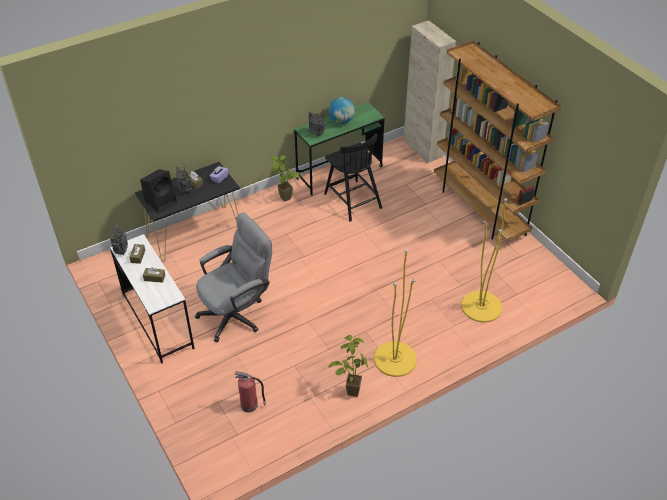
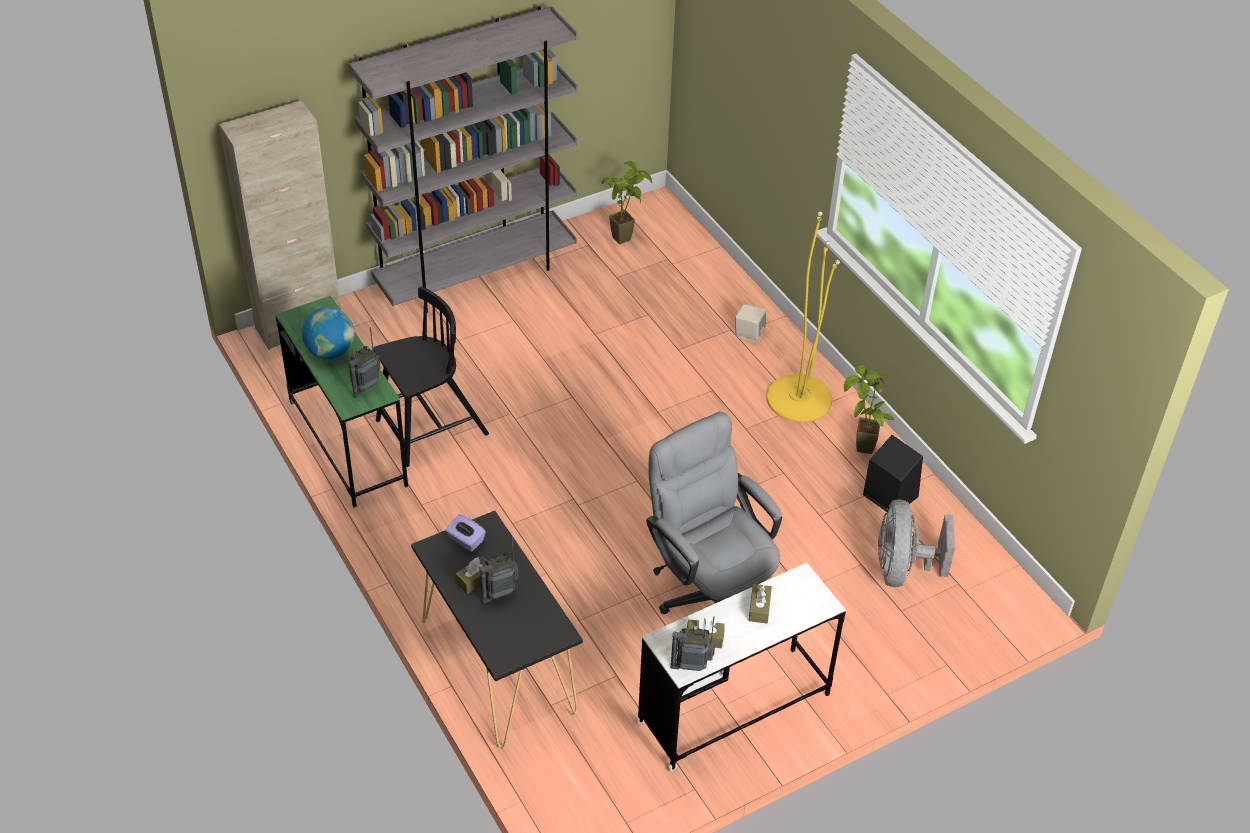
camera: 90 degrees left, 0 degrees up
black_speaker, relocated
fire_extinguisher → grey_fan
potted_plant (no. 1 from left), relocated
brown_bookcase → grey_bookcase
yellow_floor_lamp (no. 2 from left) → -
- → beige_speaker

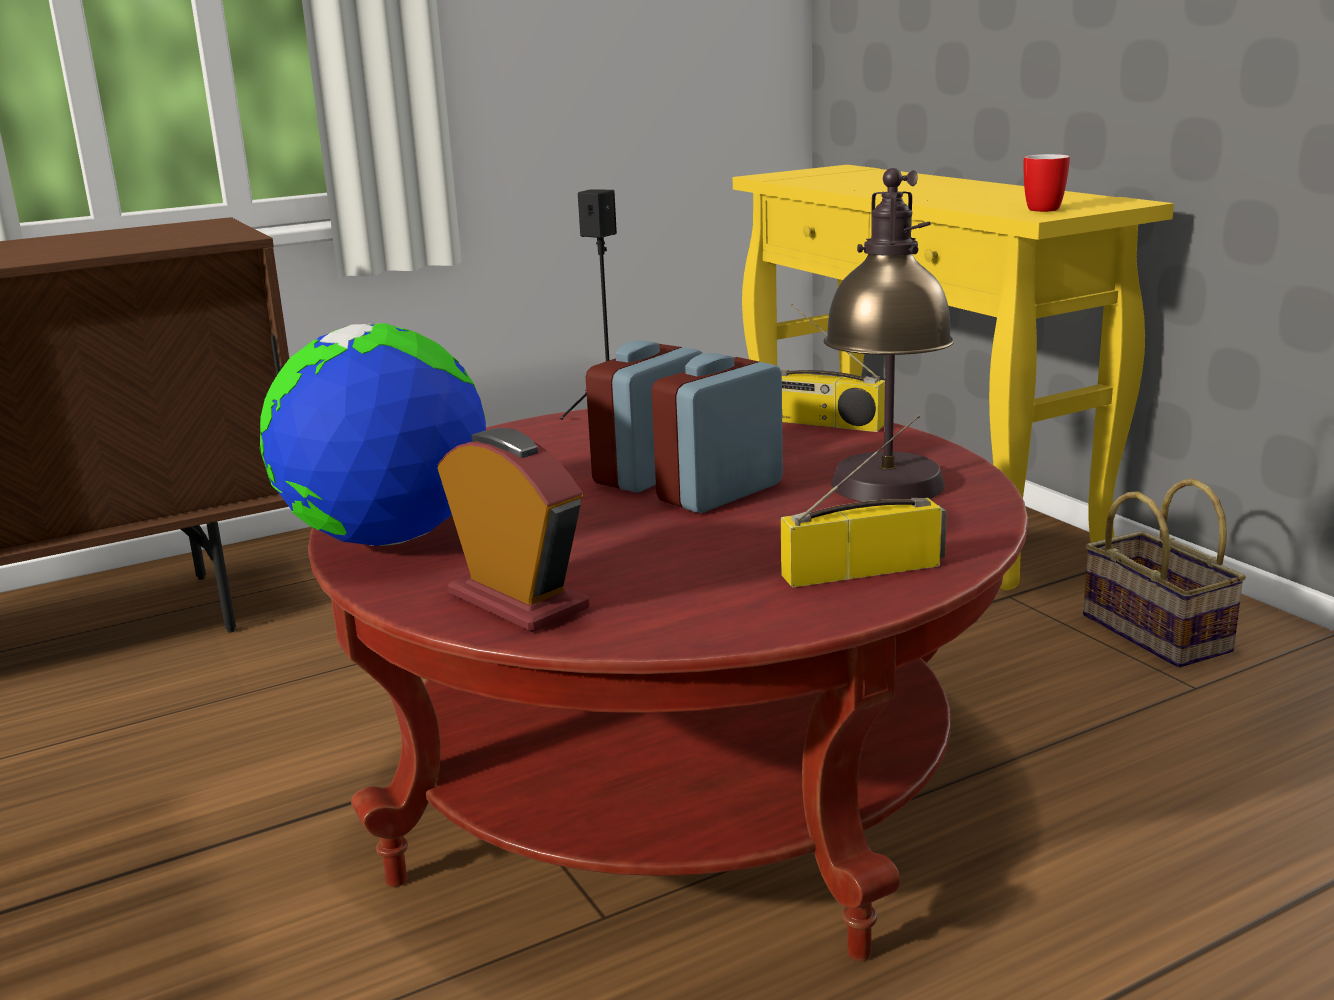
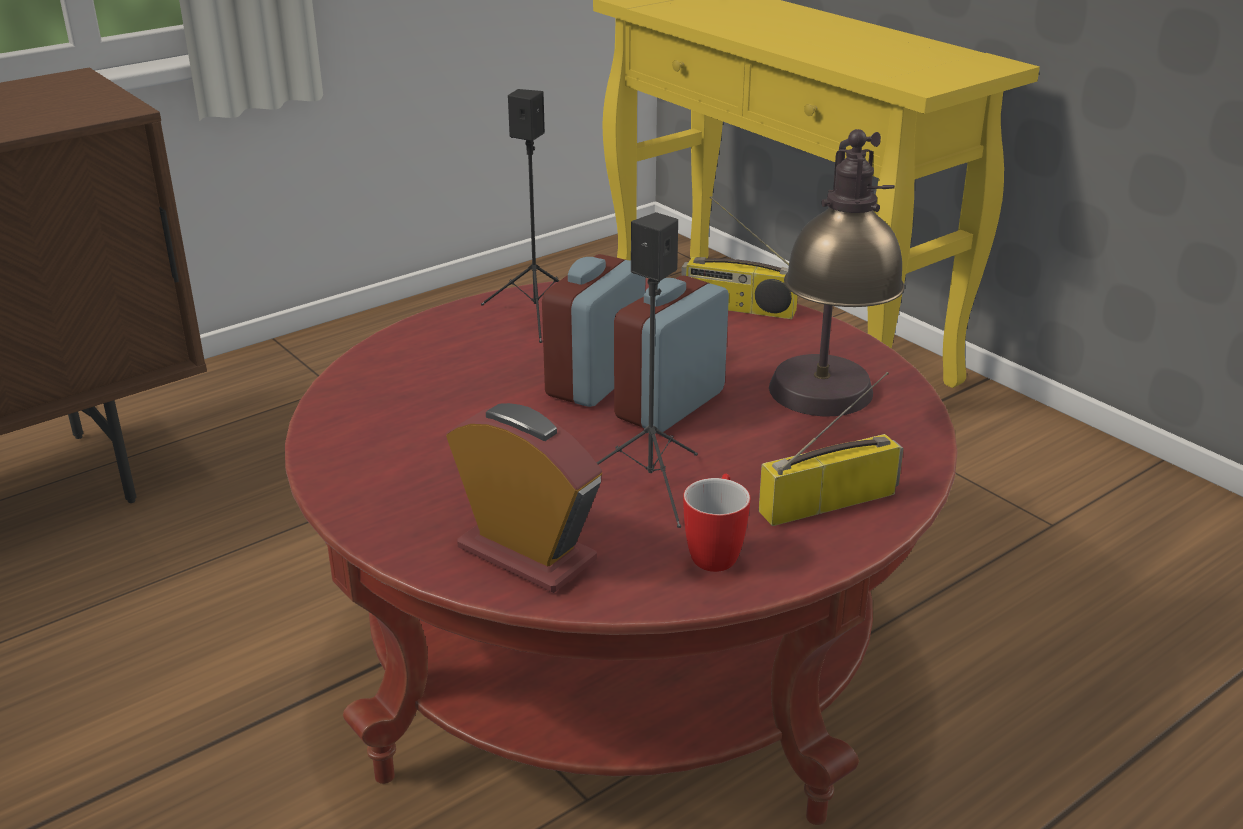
camera: 10 degrees left, 10 degrees up
globe → -
mug, relocated
basket → -
- → black_speaker (no. 2 from left)

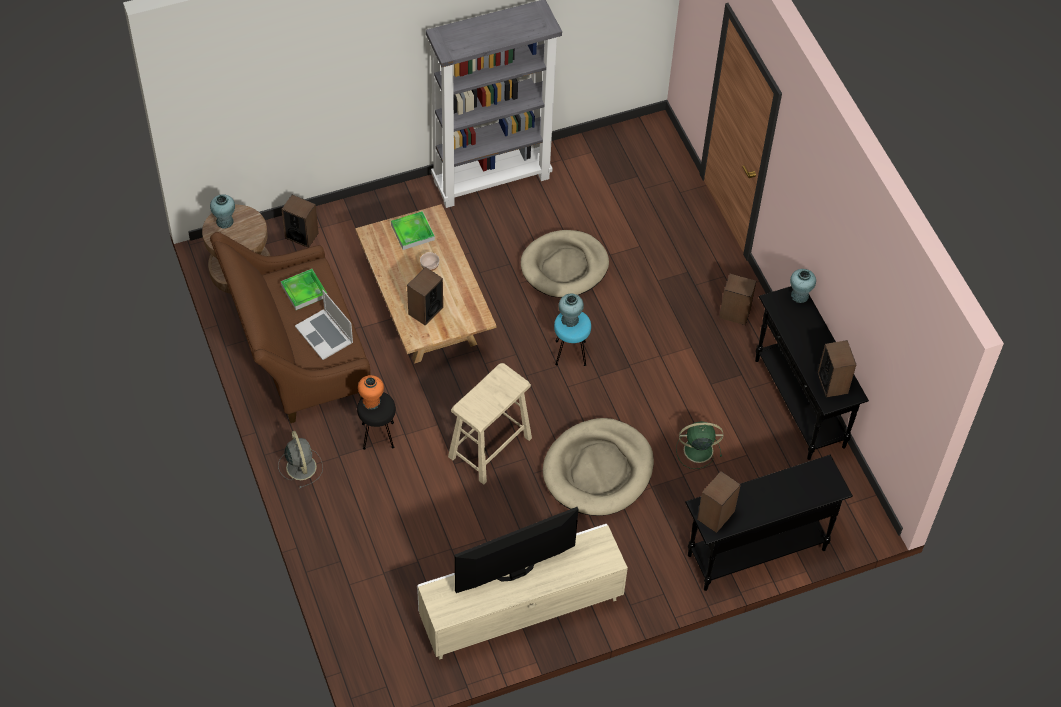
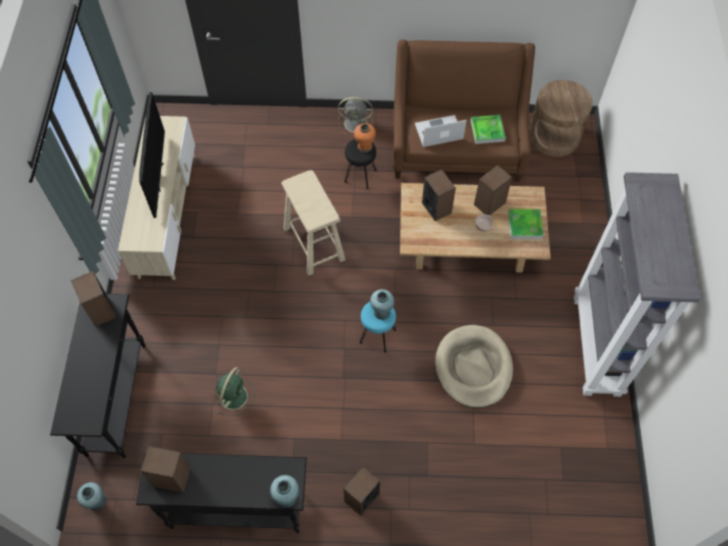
camera: 115 degrees right, 5 degrees up
turquoise_vase (no. 1 from left), relocated
speaker (no. 1 from left in the first image) → speaker (no. 5 from left), relocated
beige_dog_bed (no. 2 from left) → -

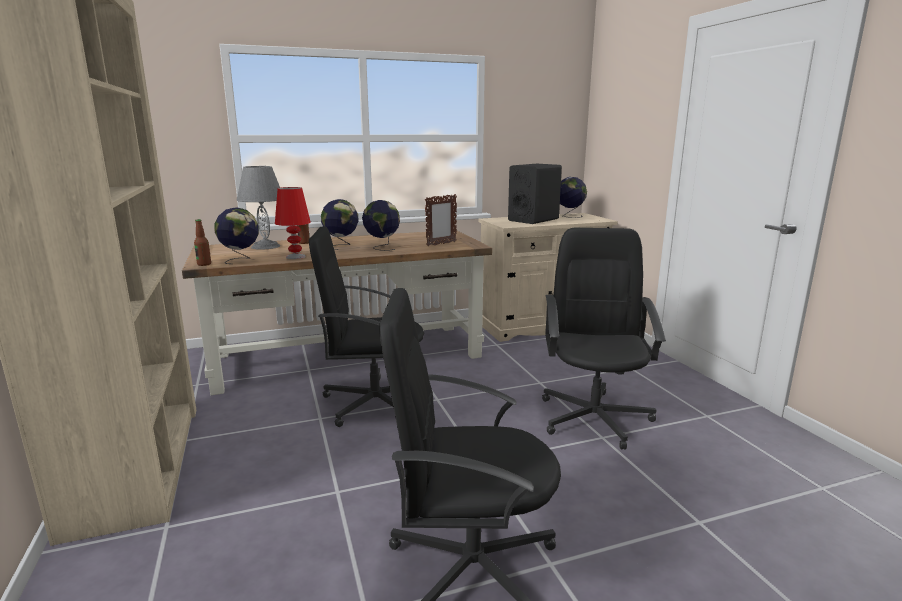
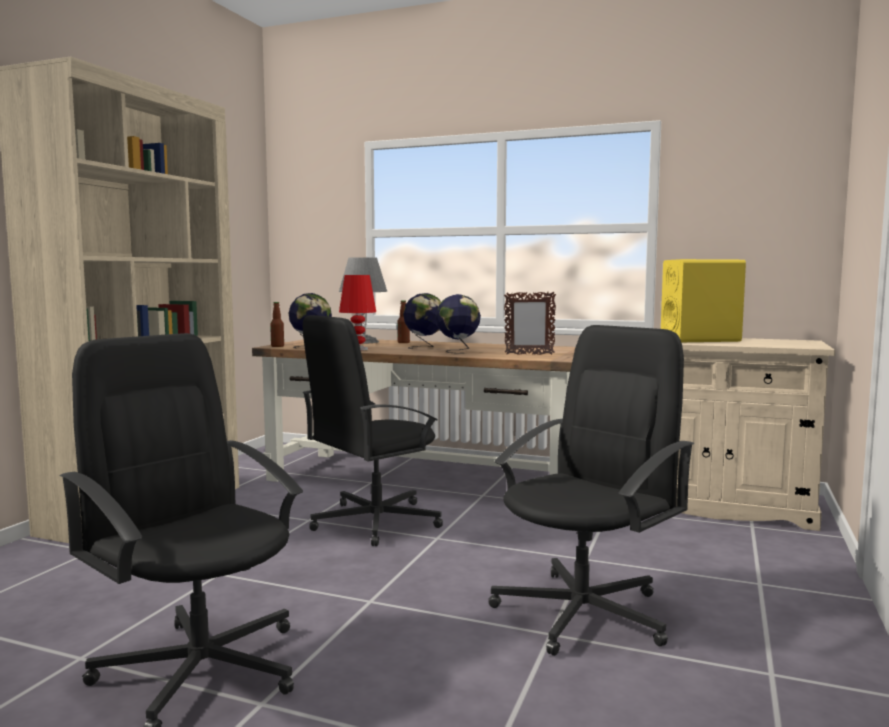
camera: 40 degrees right, 10 degrees down
black_office_chair (no. 1 from left in the first image) → black_office_chair (no. 2 from left), 75 degrees counterclockwise
black_speaker → yellow_speaker
globe (no. 4 from left) → -

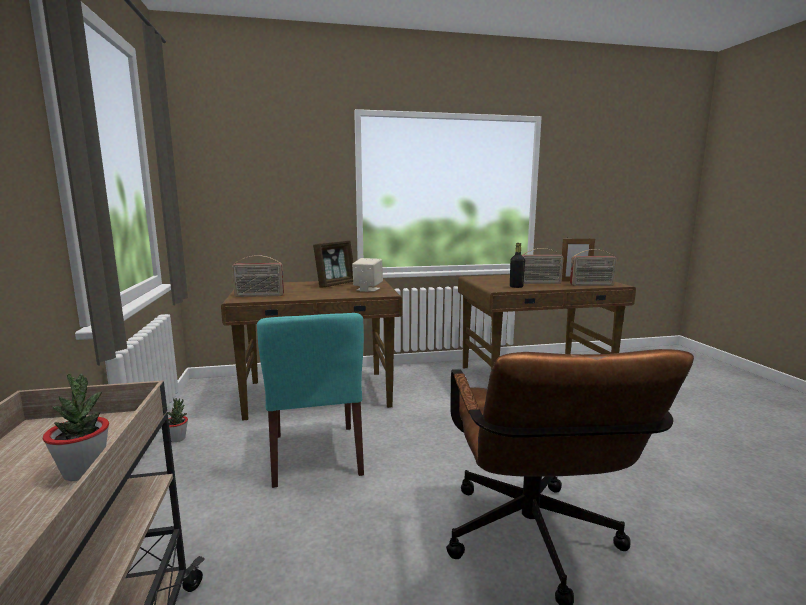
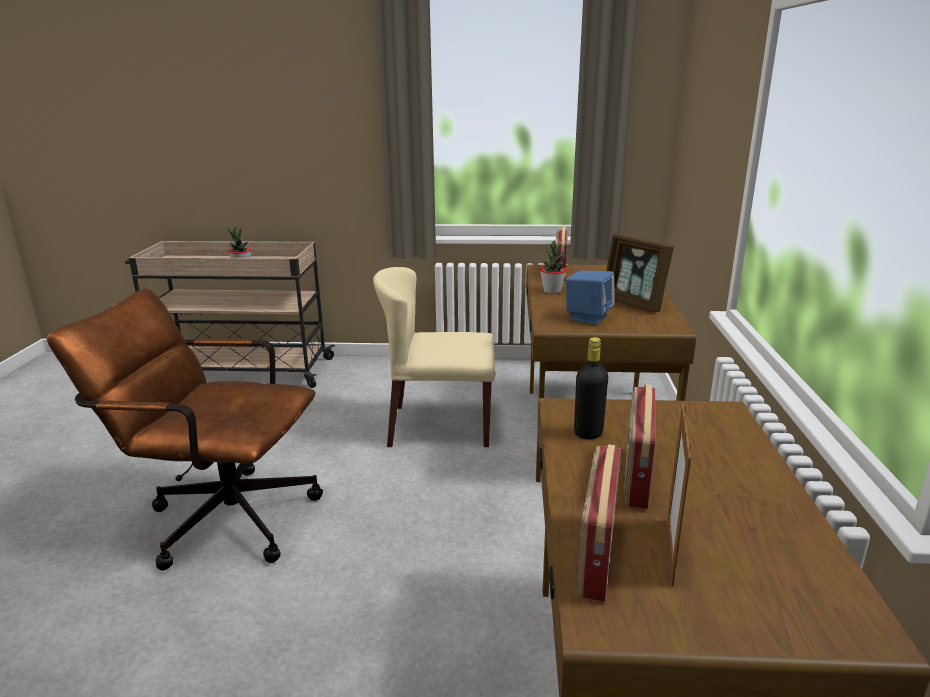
camera: 105 degrees right, 10 degrees up
potted_plant (no. 2 from left), relocated
turquoise_chair → beige_chair
beige_speaker → blue_speaker

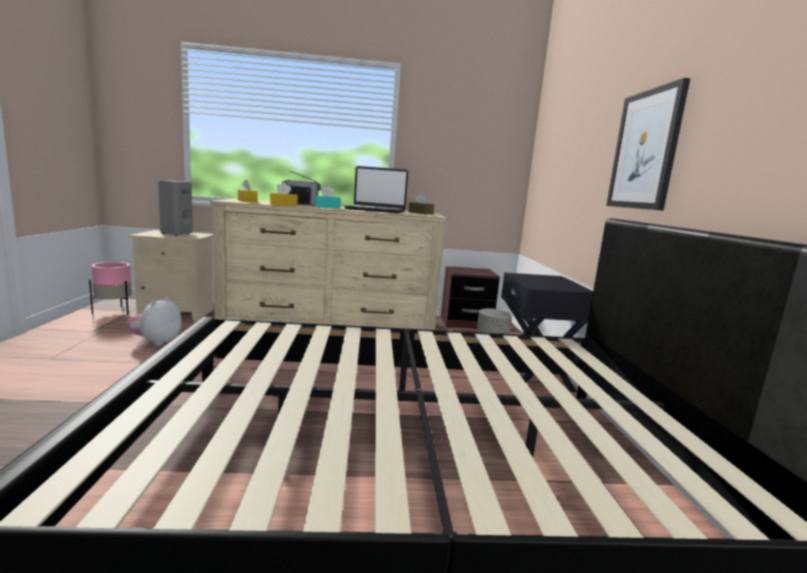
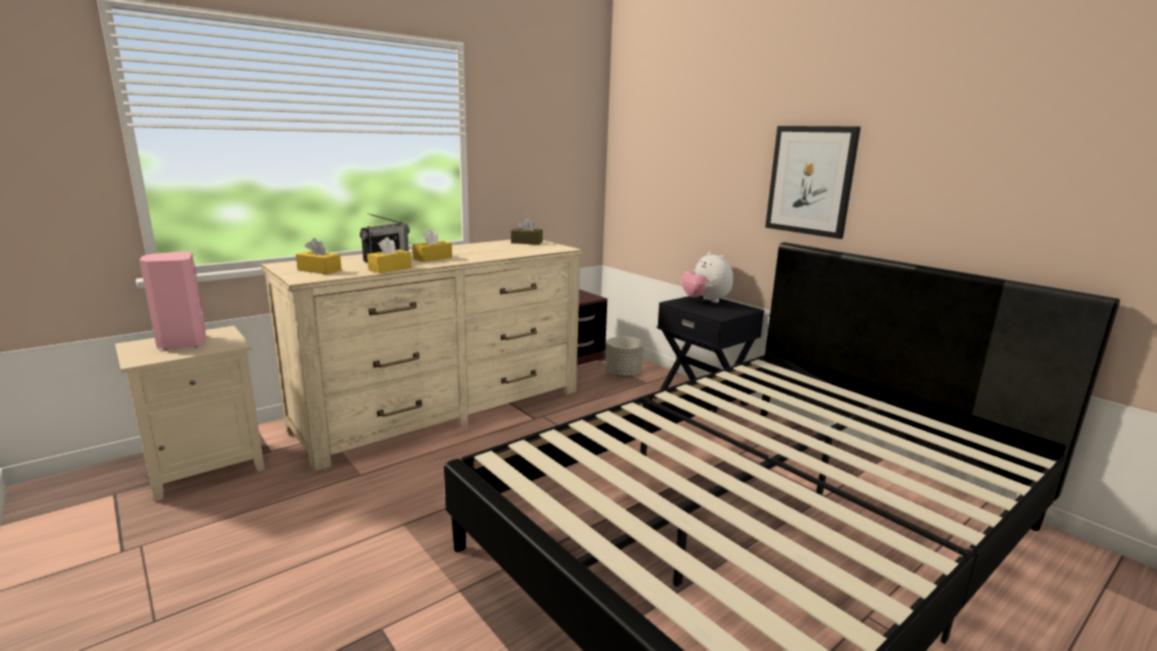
camera: 35 degrees left, 5 degrees up
pink_planter → -
plush_toy, relocated
grey_speaker → pink_speaker
turquoise_tissue_box → yellow_tissue_box (no. 3 from left)
laptop → -

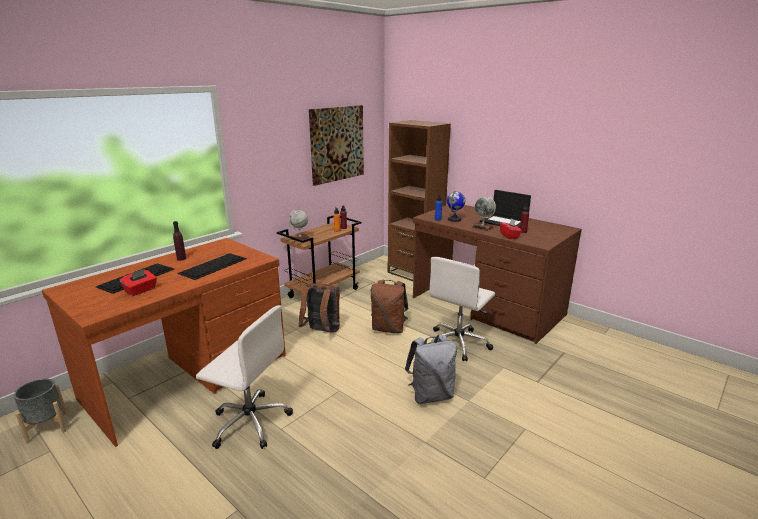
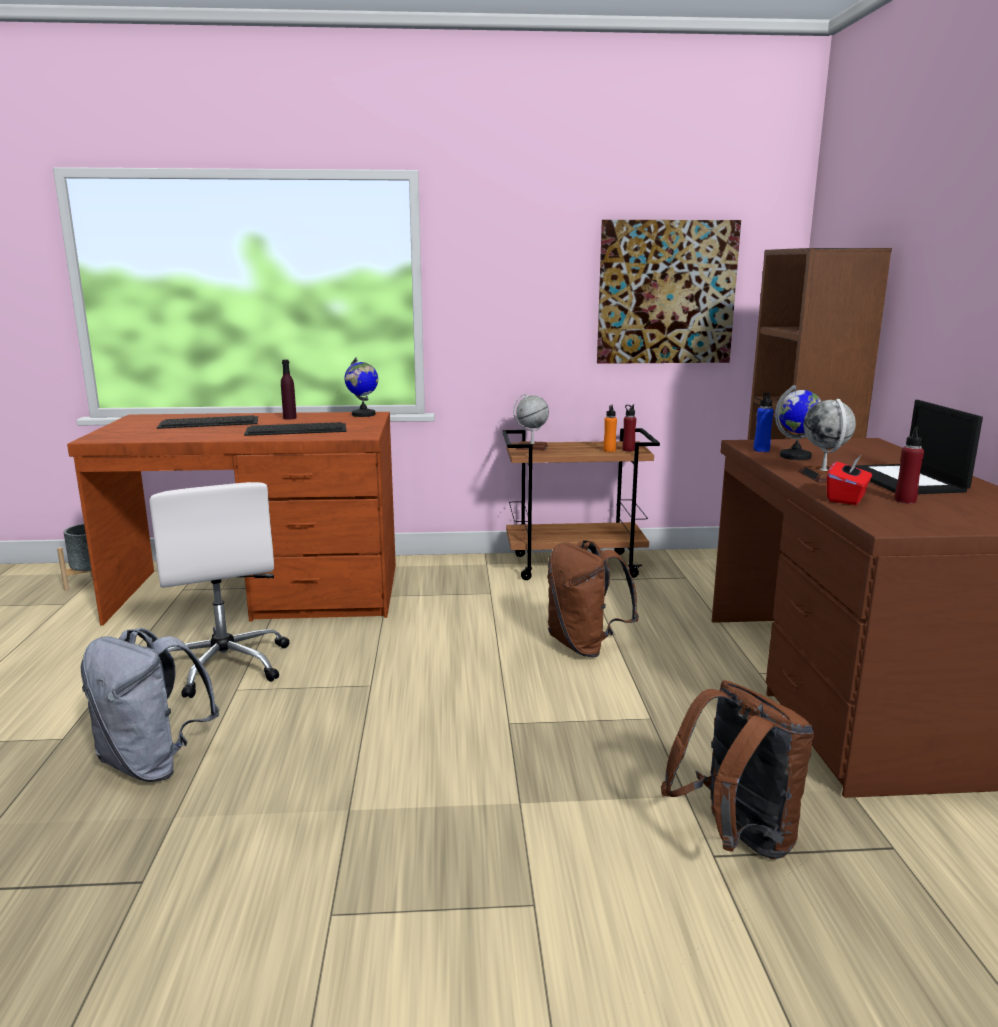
camera: 45 degrees right, 5 degrees down
red_tissue_box (no. 1 from left) → -
brown_backpack (no. 1 from left in the first image) → brown_backpack (no. 2 from left), relocated
grey_backpack, relocated
white_office_chair (no. 2 from left) → -
- → globe (no. 1 from left)

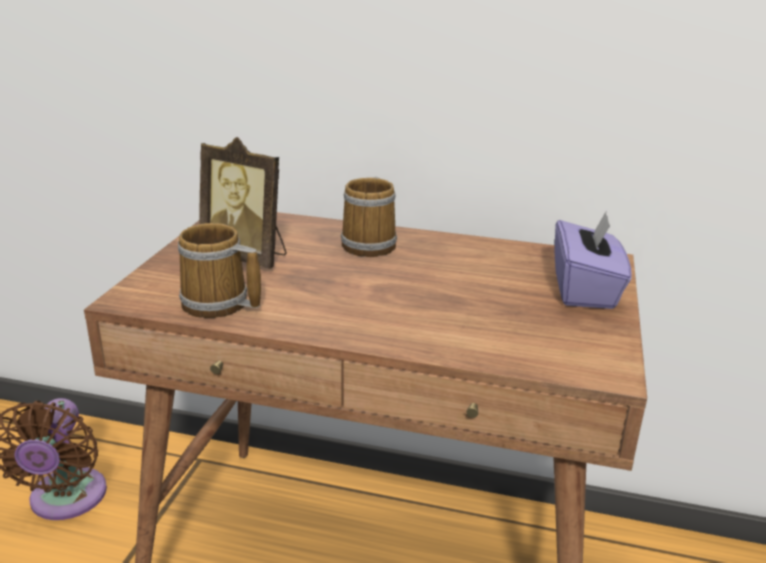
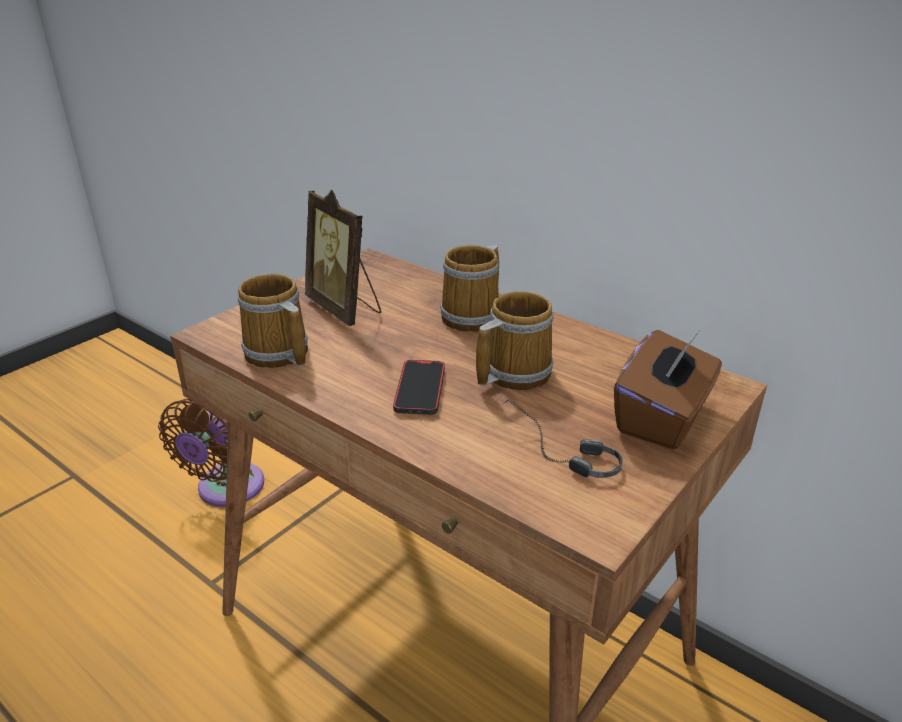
camera: 25 degrees right, 5 degrees up
purple_tissue_box → brown_tissue_box
- → phone
- → mug (no. 3 from left)
- → headphones

